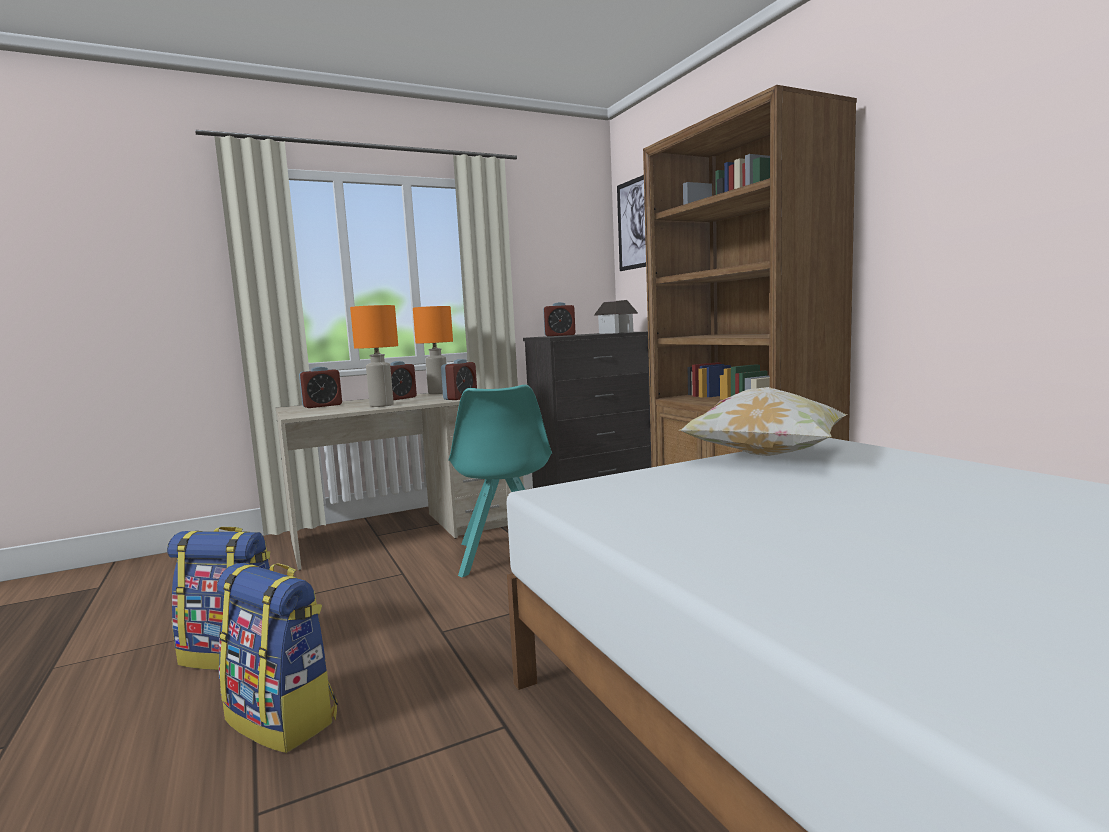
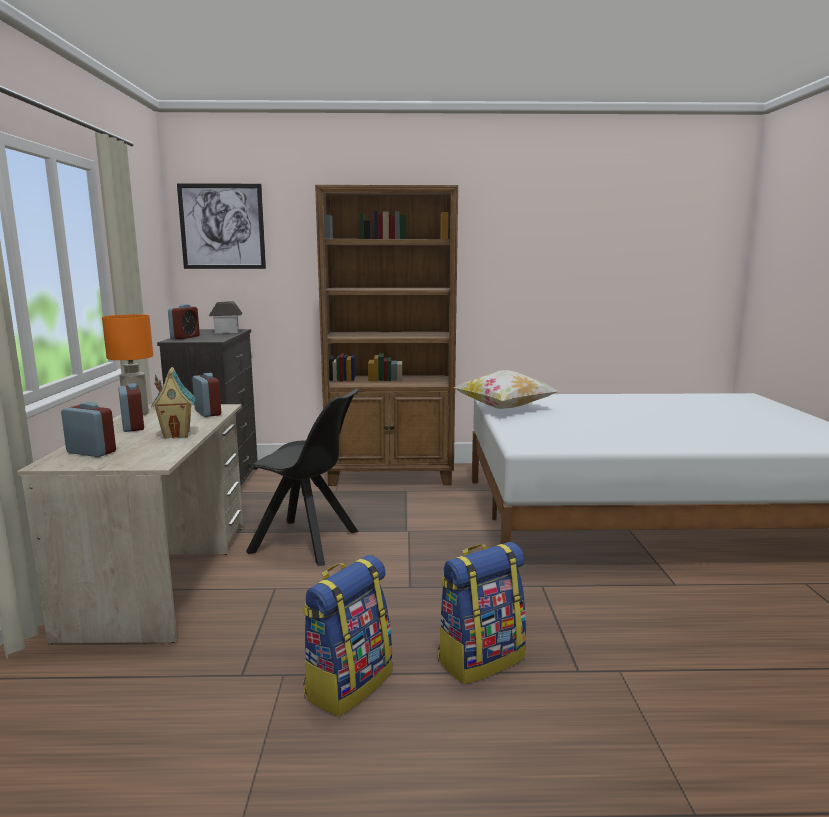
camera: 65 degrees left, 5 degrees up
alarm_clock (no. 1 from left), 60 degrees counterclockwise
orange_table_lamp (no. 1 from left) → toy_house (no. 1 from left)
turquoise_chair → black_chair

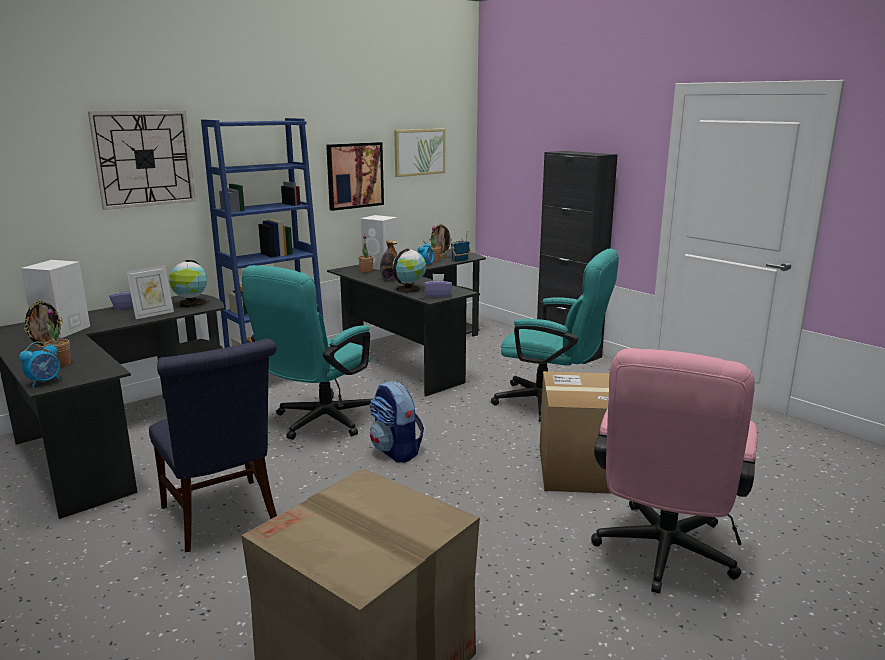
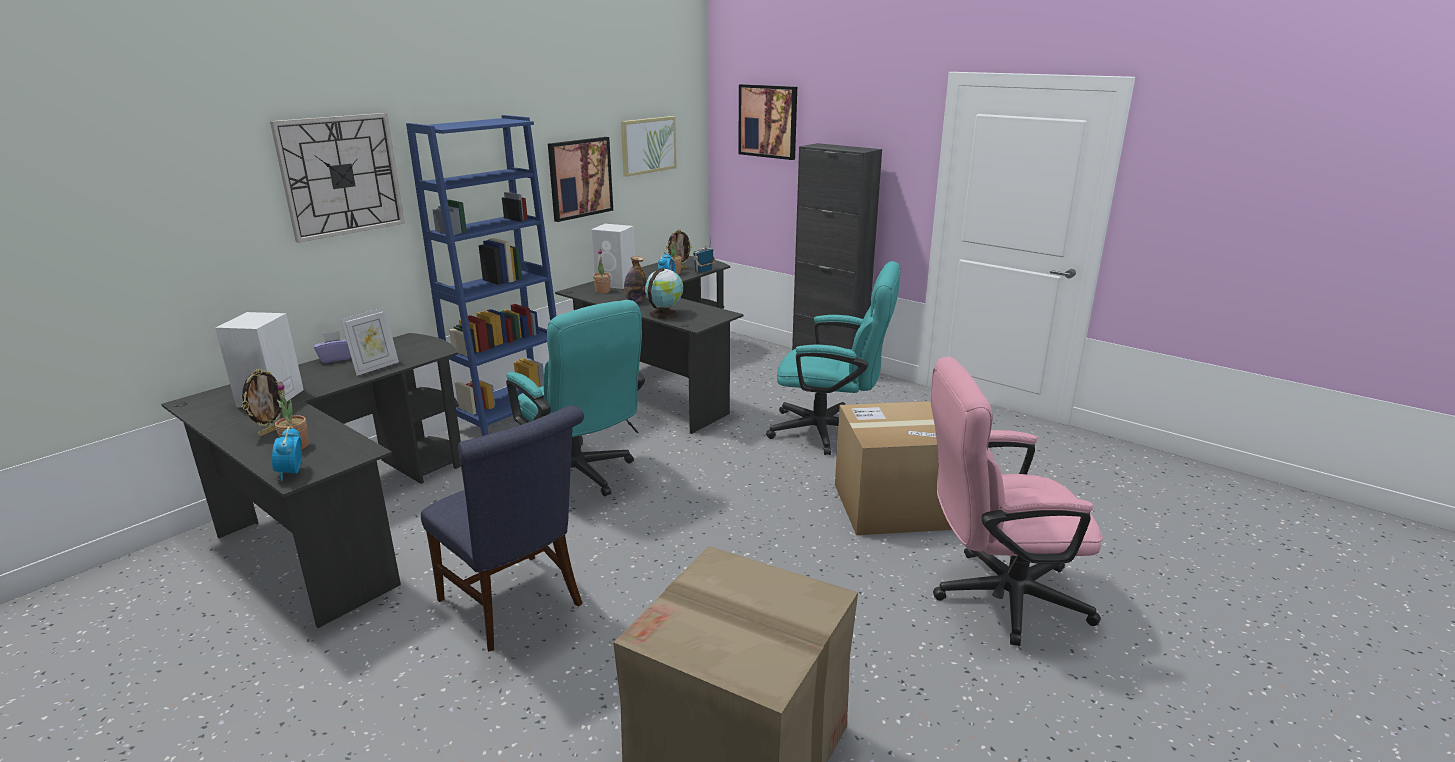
camera: 10 degrees left, 5 degrees up
alarm_clock (no. 1 from left), 135 degrees clockwise
globe (no. 1 from left) → -
turquoise_office_chair (no. 1 from left), 60 degrees counterclockwise
backpack → -
purple_tissue_box (no. 2 from left) → -
pink_office_chair, 75 degrees clockwise
- → picture (no. 3 from left)

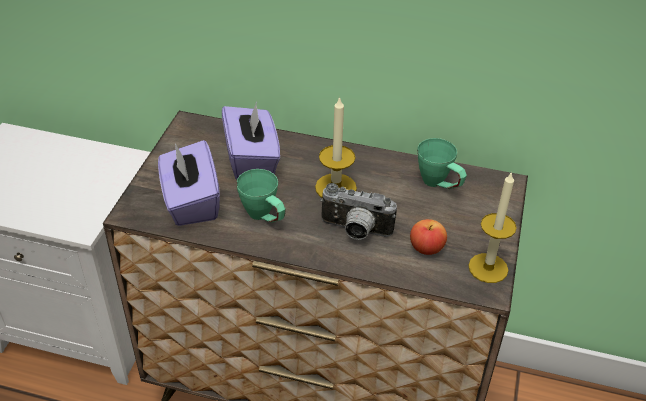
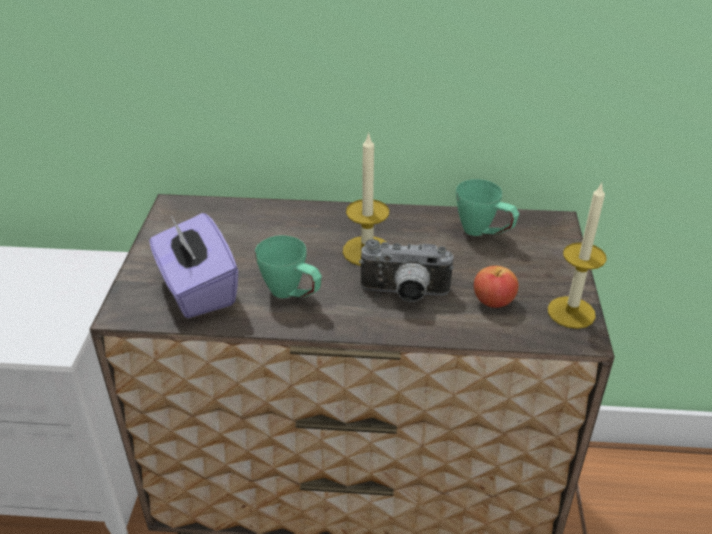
camera: 10 degrees left, 5 degrees down
purple_tissue_box (no. 2 from left) → -

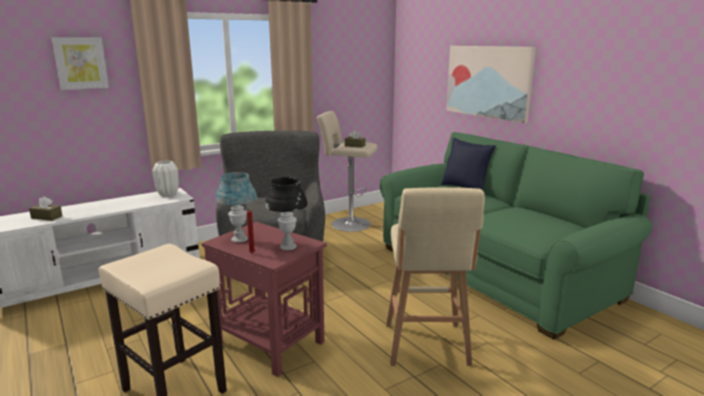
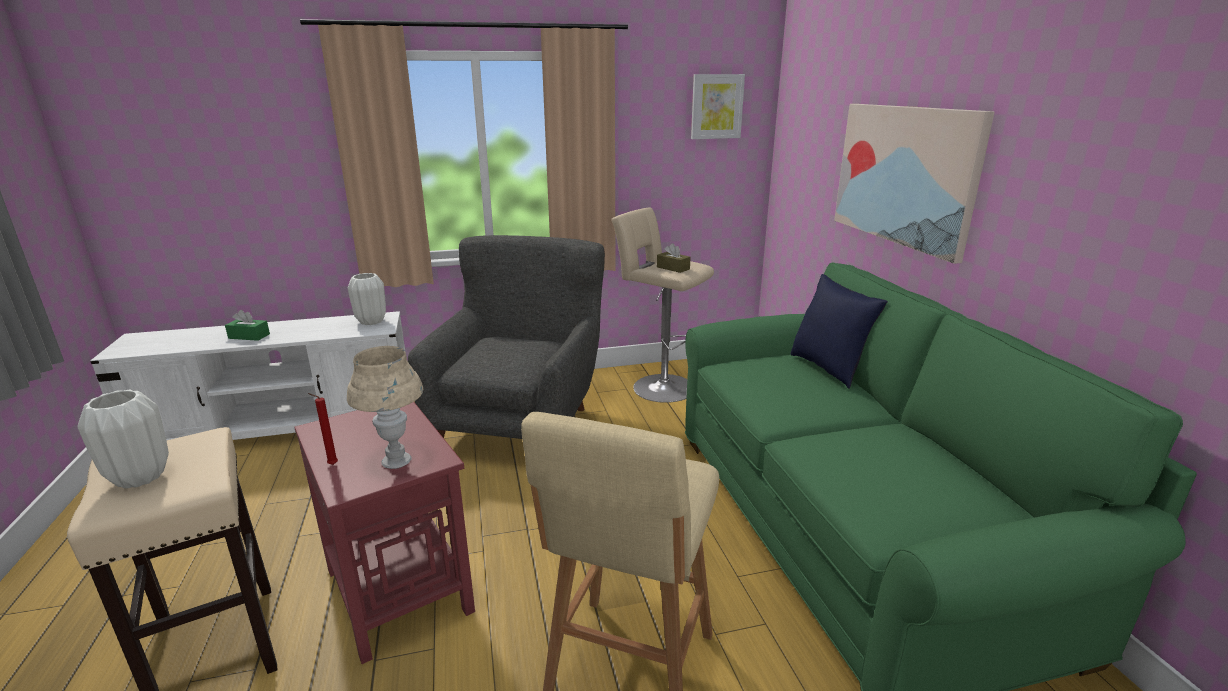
camera: 20 degrees right, 5 degrees up
brown_tissue_box (no. 1 from left) → -
picture (no. 1 from left), relocated
blue_table_lamp → -
black_table_lamp → beige_table_lamp
- → white_vase (no. 1 from left)
- → green_tissue_box

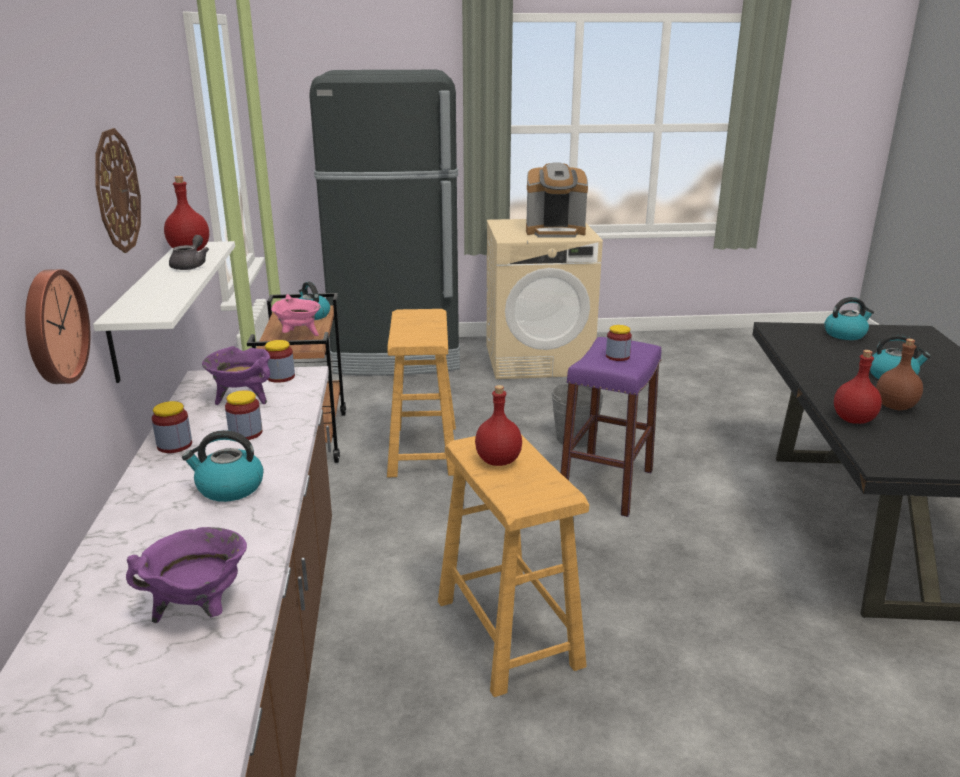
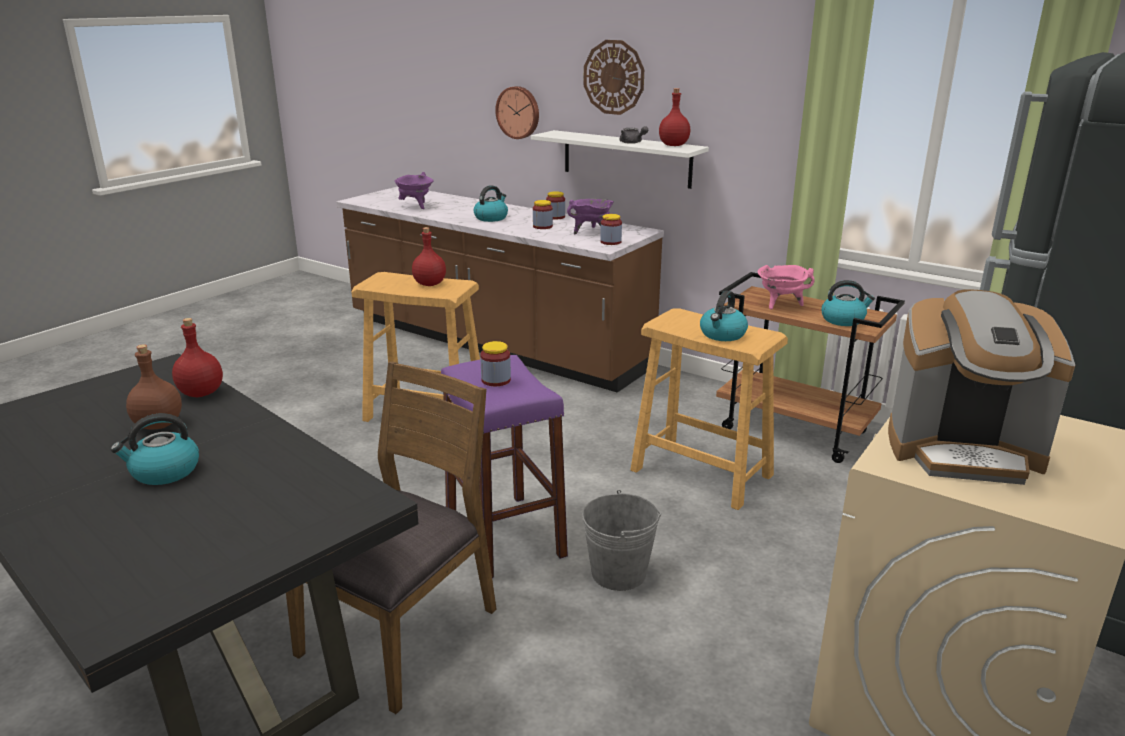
camera: 130 degrees right, 0 degrees up
coffee_machine, 120 degrees counterclockwise
kettle (no. 3 from left), relocated
- → brown_chair

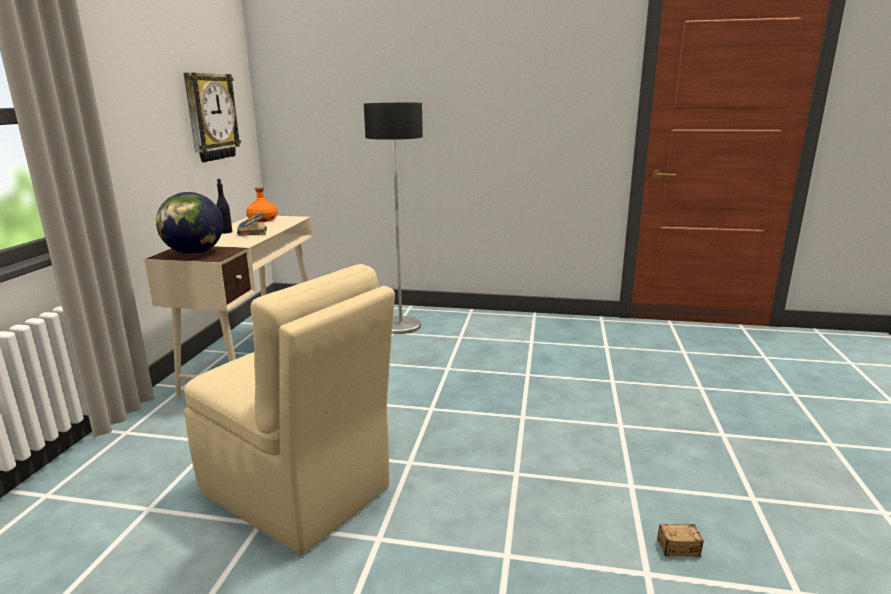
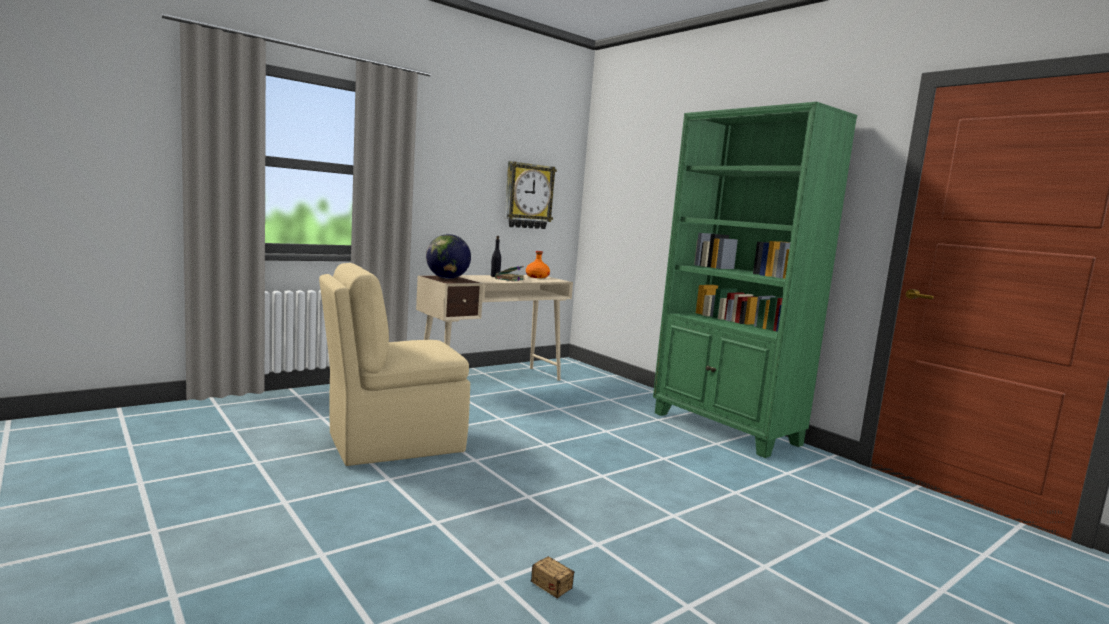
camera: 40 degrees right, 10 degrees down
beige_chair, 75 degrees clockwise
floor_lamp → -
- → green_bookcase

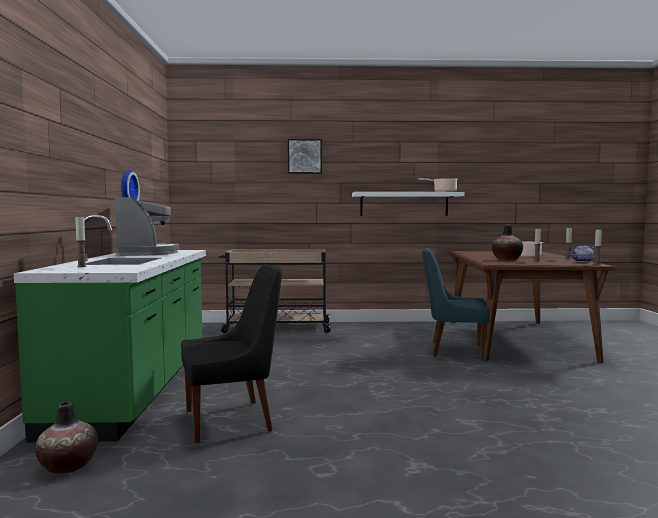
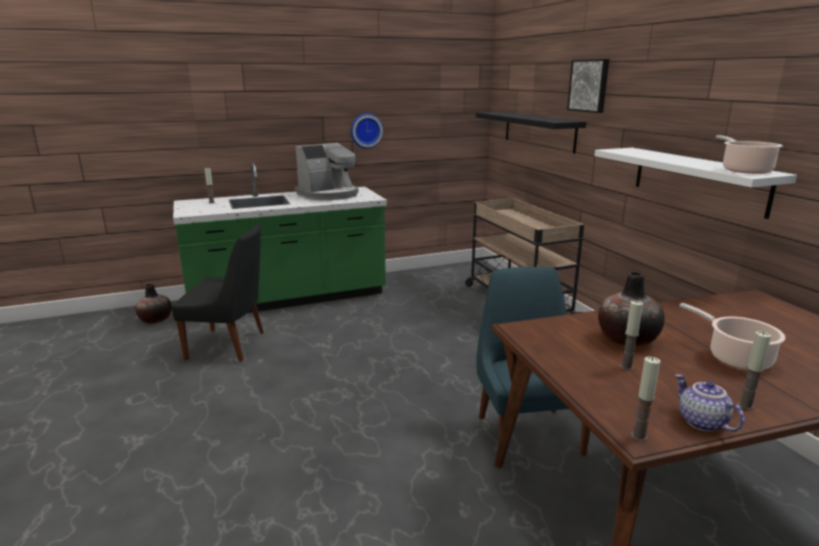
camera: 70 degrees right, 15 degrees up
black_chair, 45 degrees counterclockwise
- → black_shelf

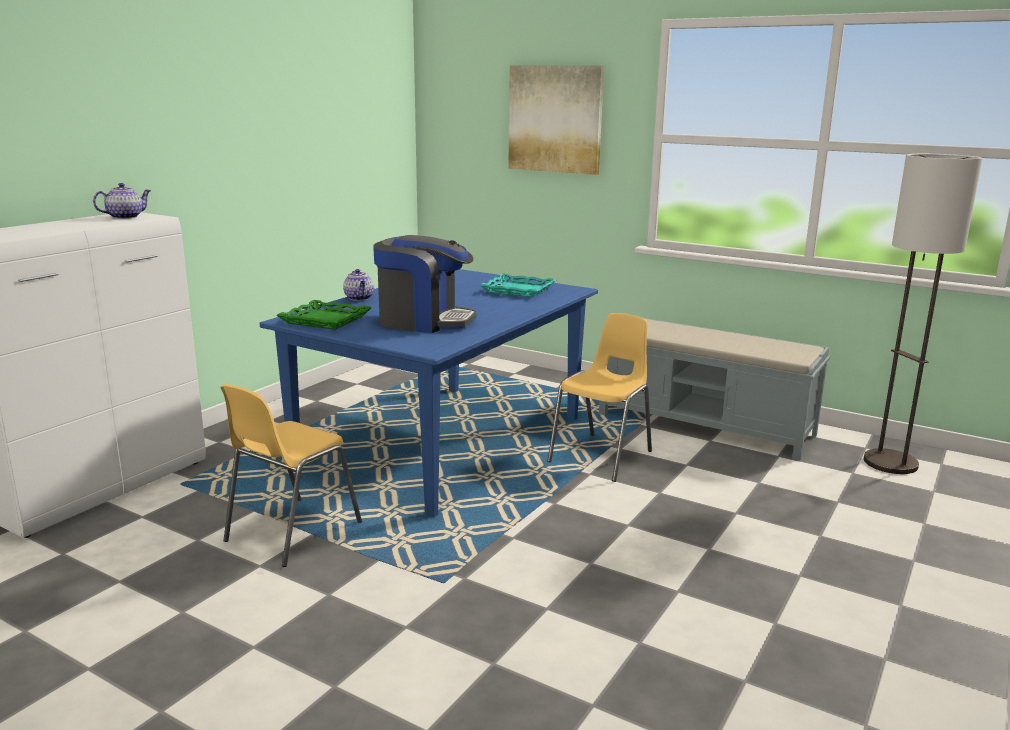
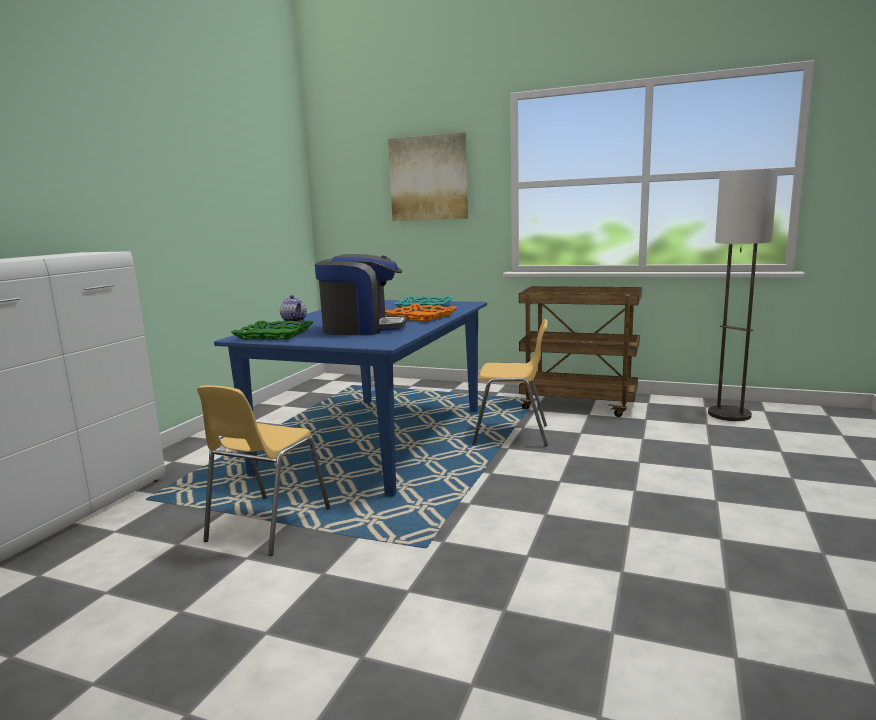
camera: 10 degrees left, 5 degrees down
teapot (no. 1 from left) → -
yellow_chair (no. 2 from left), 75 degrees clockwise
grey_bench → brown_cart
- → orange_tray

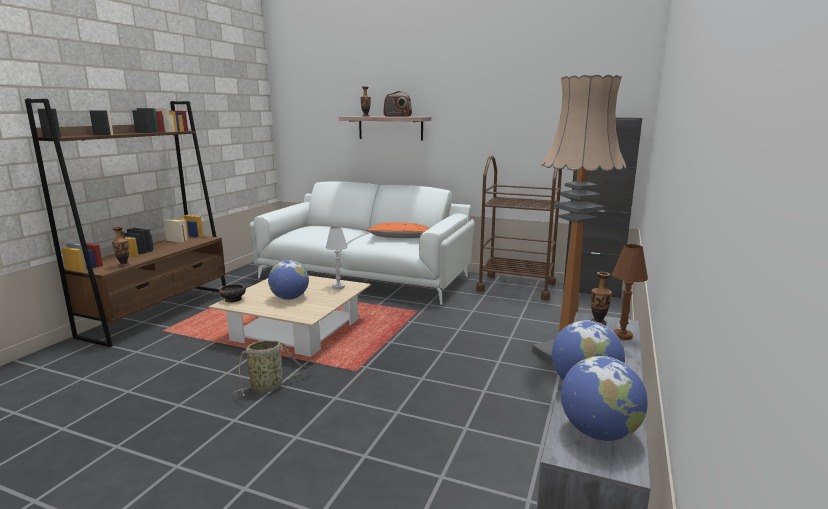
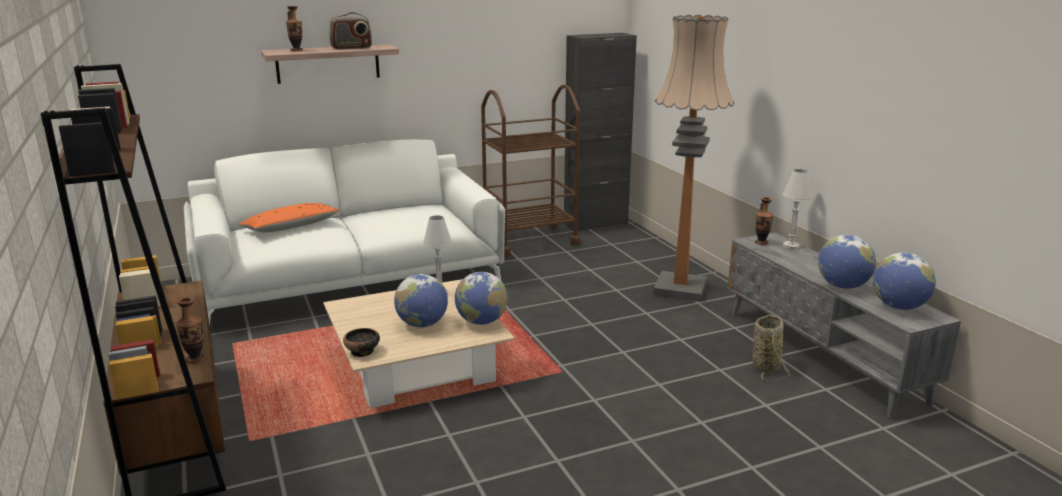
camera: 45 degrees left, 5 degrees up
basket, relocated
orange_pillow, relocated
brown_table_lamp → white_table_lamp (no. 2 from left)
- → globe (no. 2 from left)

